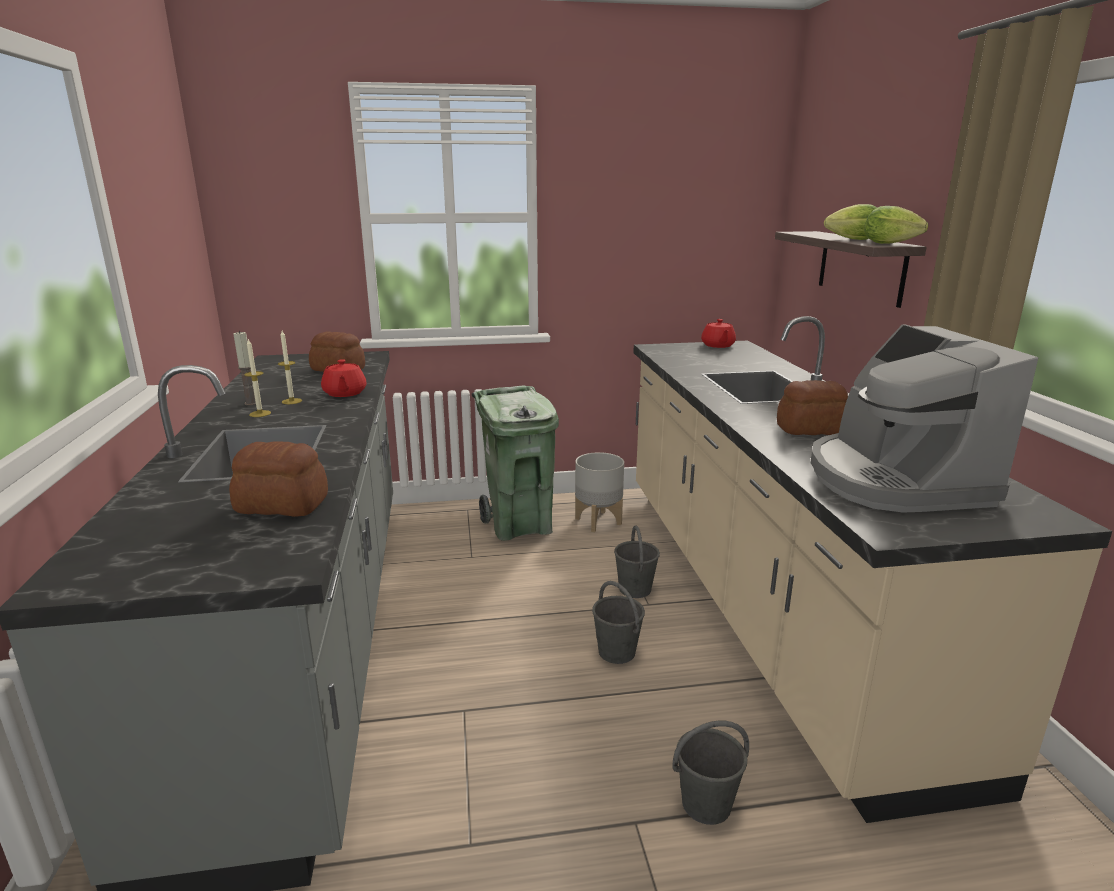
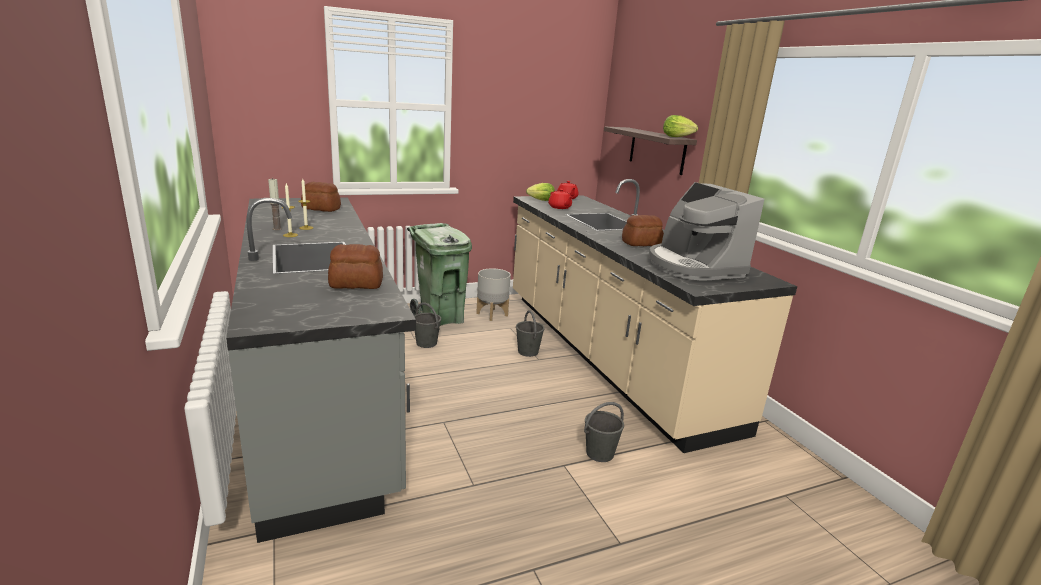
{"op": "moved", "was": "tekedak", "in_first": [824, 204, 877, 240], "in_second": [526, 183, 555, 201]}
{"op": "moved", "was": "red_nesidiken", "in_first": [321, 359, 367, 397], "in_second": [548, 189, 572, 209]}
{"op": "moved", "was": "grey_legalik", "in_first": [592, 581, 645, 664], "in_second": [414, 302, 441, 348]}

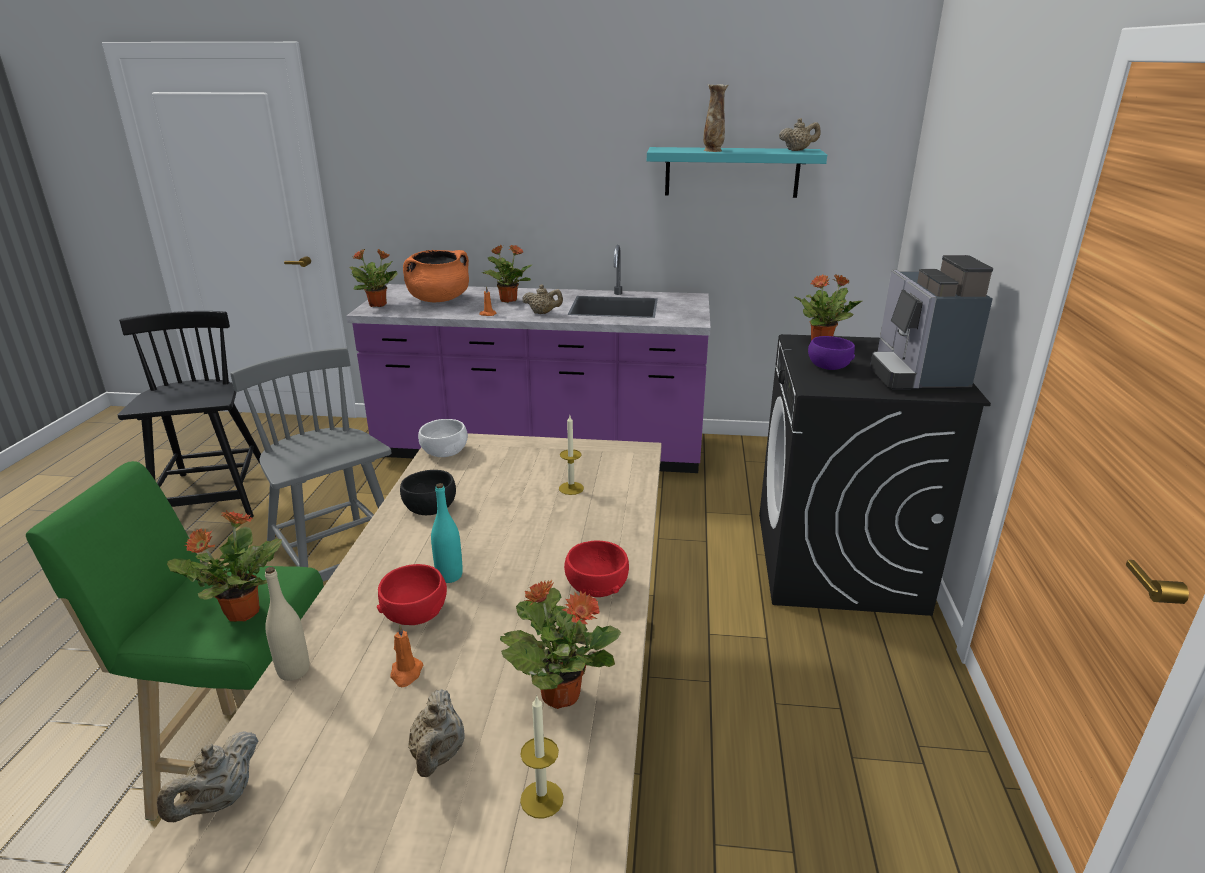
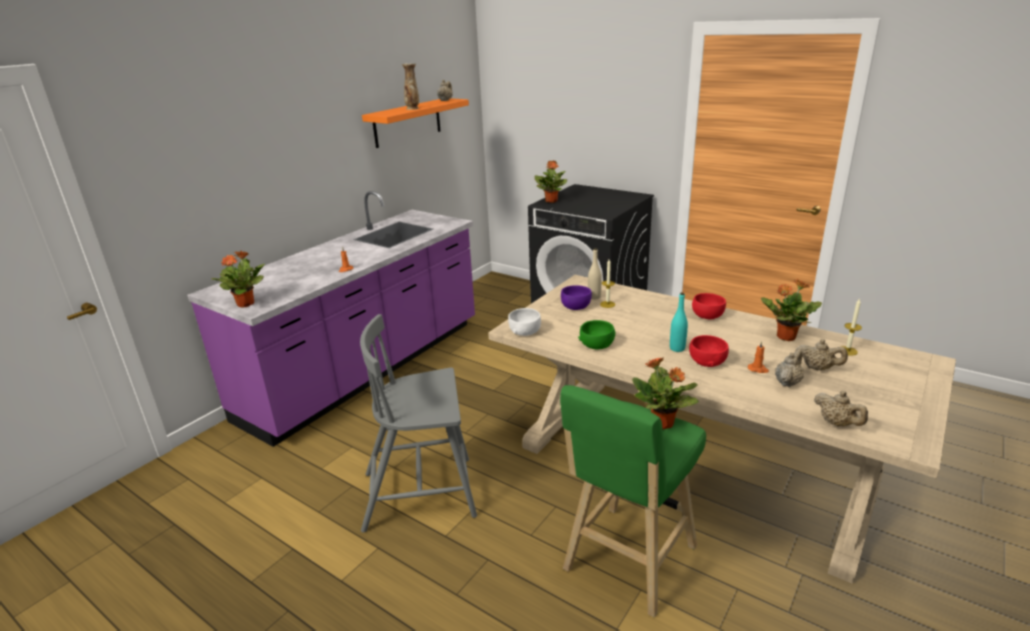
{"op": "recoloured", "was": "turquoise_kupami", "now": "orange_kupami", "in_first": [647, 147, 827, 198], "in_second": [362, 98, 469, 148]}
{"op": "removed", "was": "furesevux", "in_first": [481, 244, 533, 303]}
{"op": "removed", "was": "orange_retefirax", "in_first": [403, 250, 469, 302]}
{"op": "removed", "was": "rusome", "in_first": [870, 255, 993, 389]}
{"op": "moved", "was": "beige_nesidiken", "in_first": [522, 284, 563, 314], "in_second": [775, 349, 804, 387]}
{"op": "removed", "was": "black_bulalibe", "in_first": [118, 311, 261, 518]}
{"op": "moved", "was": "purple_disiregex", "in_first": [808, 336, 855, 370], "in_second": [561, 285, 592, 310]}
{"op": "recoloured", "was": "black_disiregex", "now": "green_disiregex", "in_first": [400, 470, 456, 515], "in_second": [578, 320, 615, 349]}
{"op": "moved", "was": "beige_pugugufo", "in_first": [265, 567, 309, 681], "in_second": [588, 248, 602, 300]}

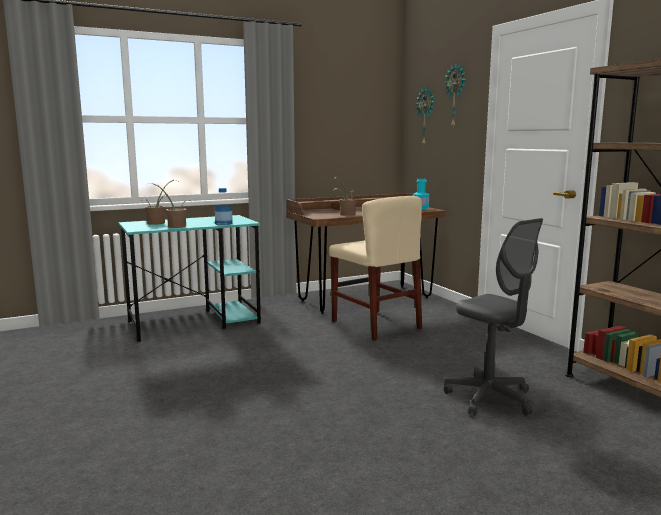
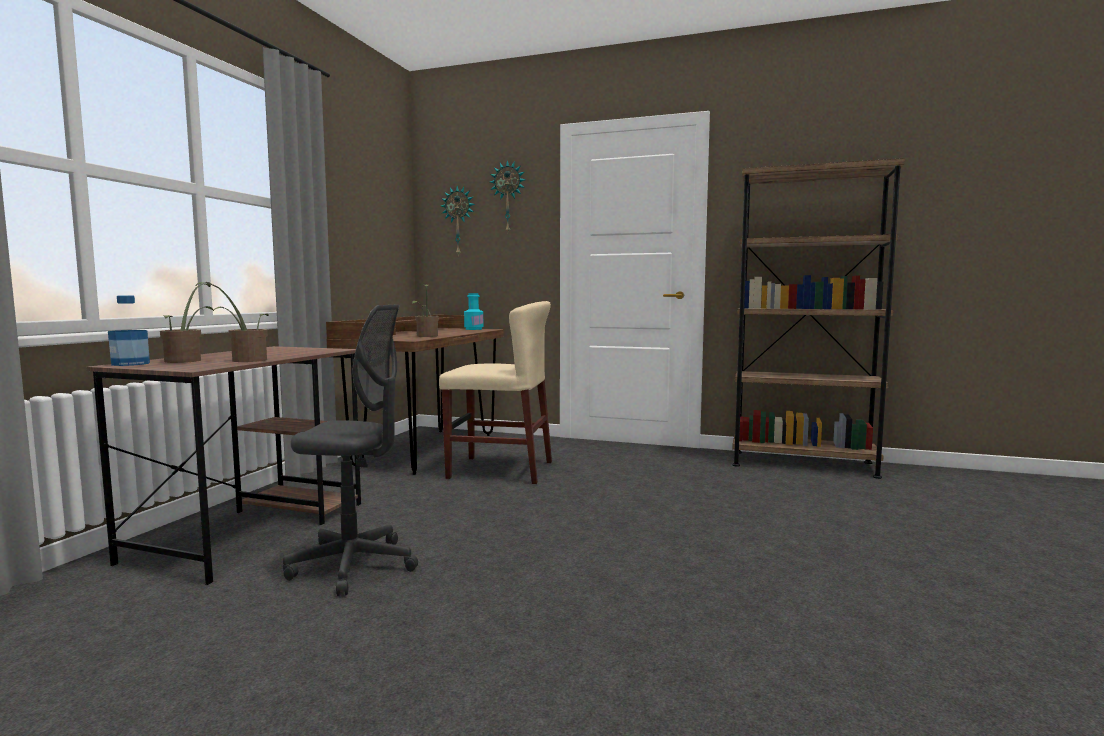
{"op": "moved", "was": "pugugufo", "in_first": [215, 188, 233, 225], "in_second": [108, 296, 150, 366]}
{"op": "recoloured", "was": "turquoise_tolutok", "now": "brown_tolutok", "in_first": [119, 215, 261, 342], "in_second": [86, 346, 361, 585]}
{"op": "moved", "was": "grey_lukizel", "in_first": [444, 218, 543, 416], "in_second": [283, 305, 418, 596]}

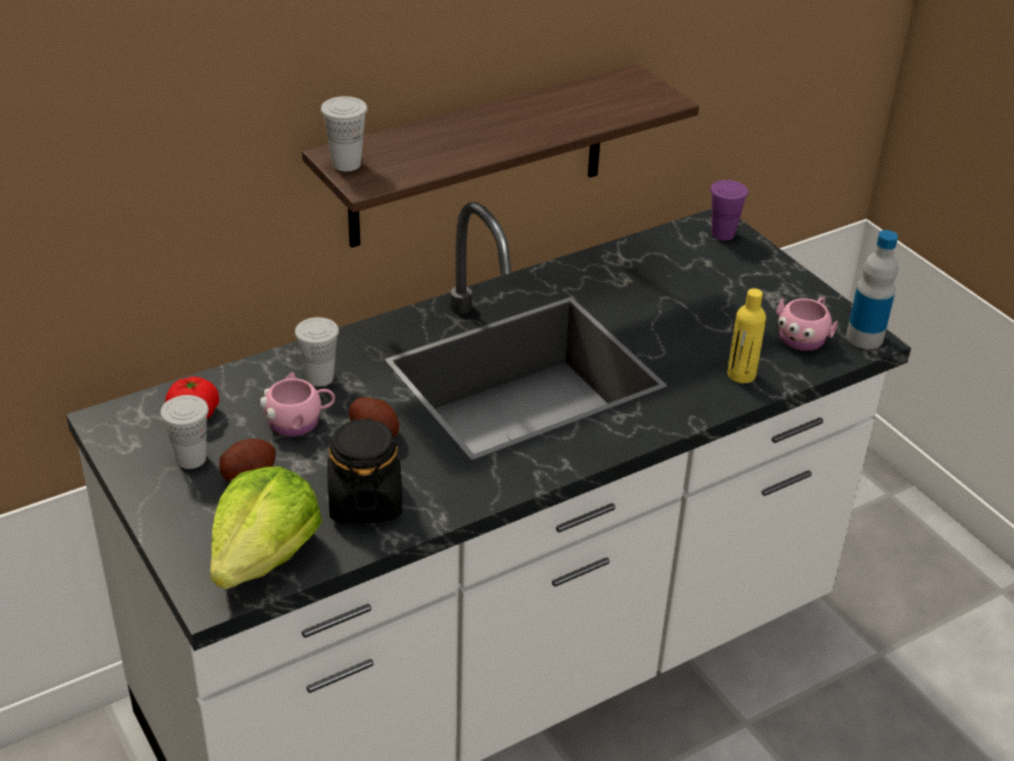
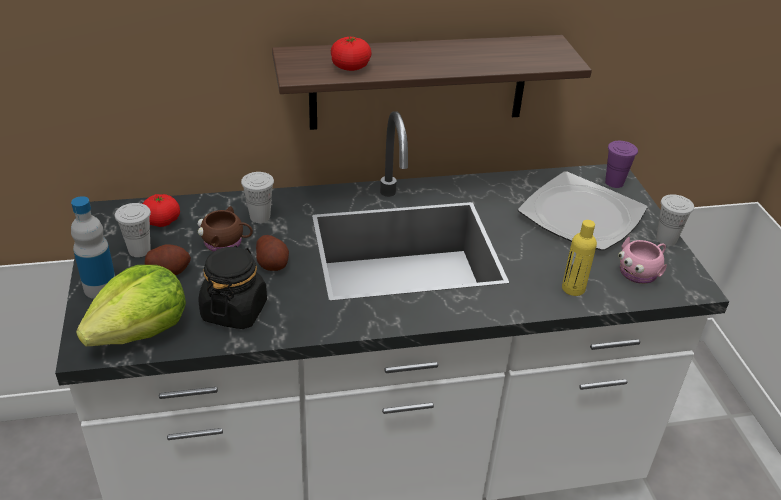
{"op": "moved", "was": "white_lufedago", "in_first": [321, 96, 368, 171], "in_second": [656, 194, 694, 246]}
{"op": "moved", "was": "pugugufo", "in_first": [846, 230, 898, 349], "in_second": [71, 196, 115, 299]}
{"op": "recoloured", "was": "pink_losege", "now": "brown_losege", "in_first": [259, 372, 335, 436], "in_second": [197, 206, 253, 252]}
{"op": "added", "now": "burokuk", "in_second": [331, 37, 371, 71]}
{"op": "added", "now": "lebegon", "in_second": [518, 171, 648, 251]}

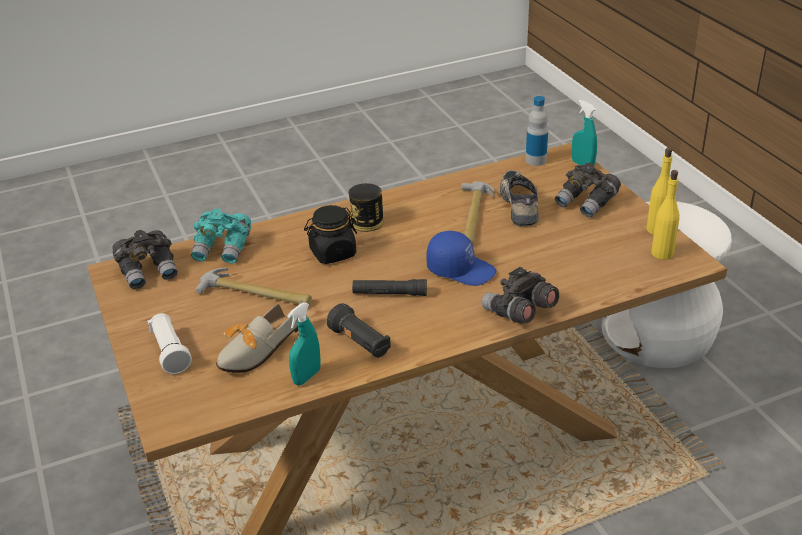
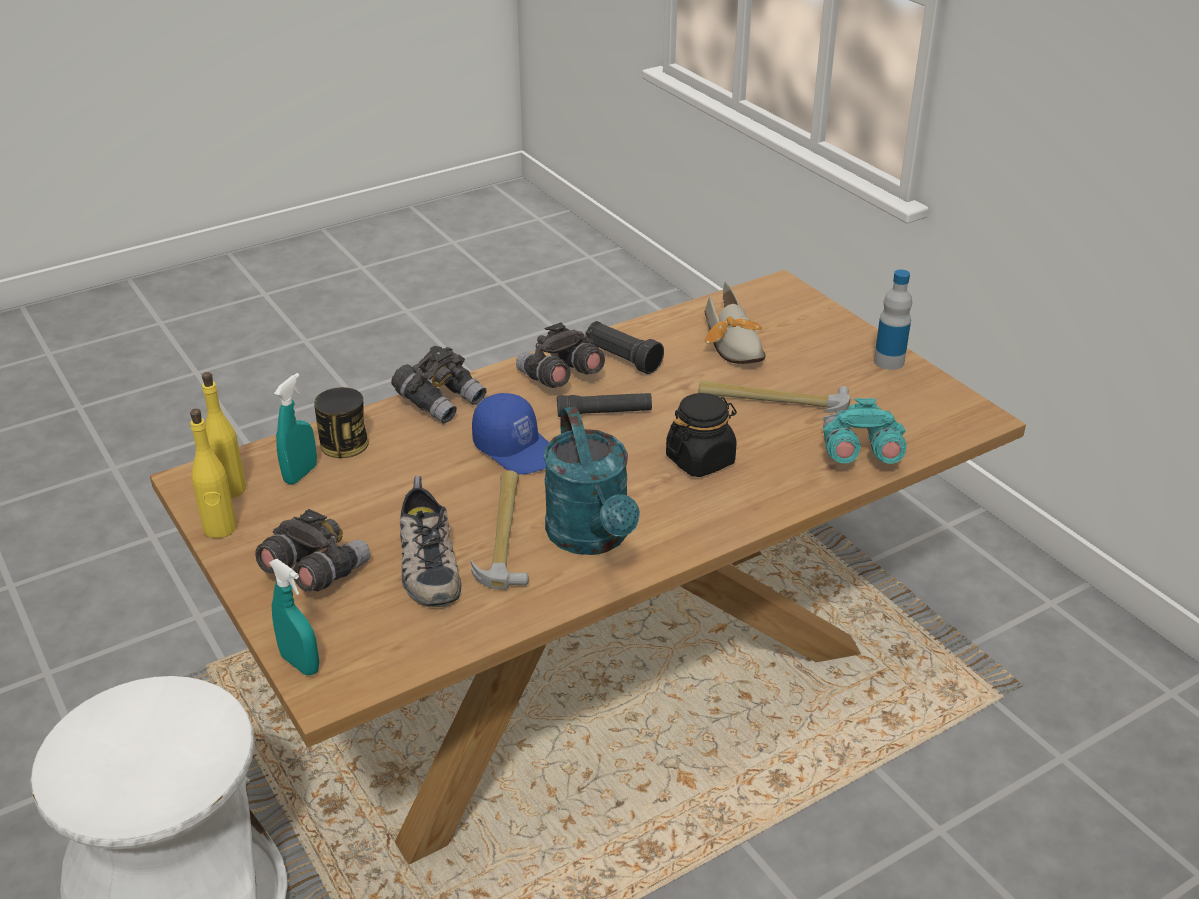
{"op": "moved", "was": "pugugufo", "in_first": [526, 96, 548, 166], "in_second": [874, 269, 912, 370]}
{"op": "moved", "was": "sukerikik", "in_first": [348, 183, 383, 232], "in_second": [314, 387, 369, 458]}
{"op": "moved", "was": "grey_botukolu", "in_first": [112, 230, 178, 289], "in_second": [516, 322, 605, 388]}
{"op": "turned", "was": "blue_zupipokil", "in_first": [426, 231, 496, 286], "in_second": [472, 393, 549, 475], "clockwise": -150}
{"op": "turned", "was": "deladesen", "in_first": [216, 300, 307, 373], "in_second": [704, 281, 766, 364], "clockwise": 135}
{"op": "moved", "was": "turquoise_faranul", "in_first": [287, 303, 321, 385], "in_second": [274, 373, 317, 485]}
{"op": "removed", "was": "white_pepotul", "in_first": [148, 313, 192, 374]}
{"op": "added", "now": "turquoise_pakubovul", "in_second": [543, 406, 640, 555]}

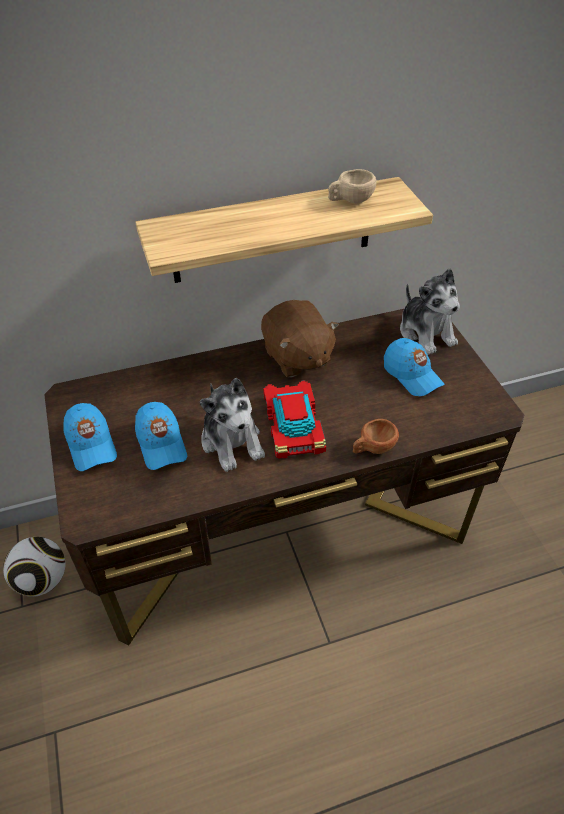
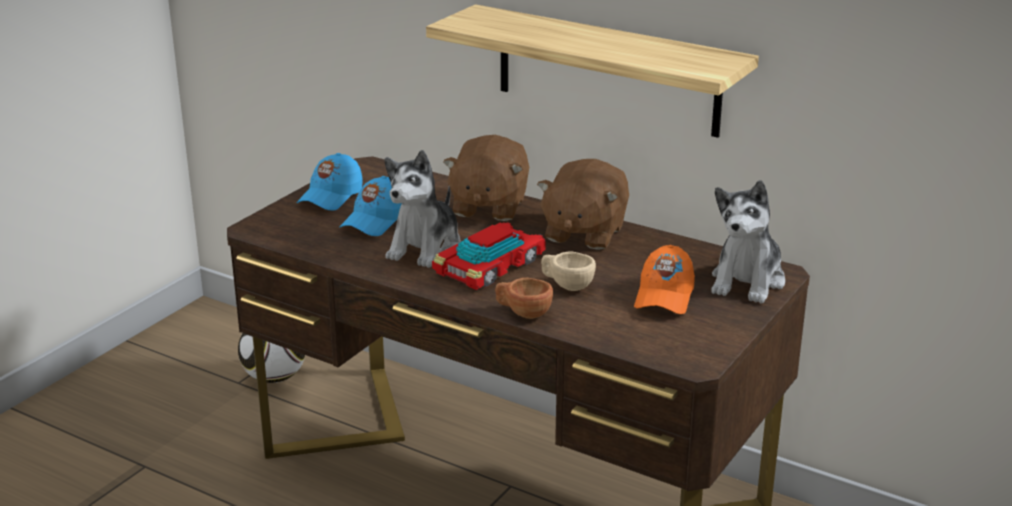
{"op": "moved", "was": "beige_lufedago", "in_first": [328, 169, 377, 204], "in_second": [541, 252, 596, 291]}
{"op": "recoloured", "was": "blue_zupipokil", "now": "orange_zupipokil", "in_first": [384, 338, 445, 396], "in_second": [634, 245, 695, 314]}
{"op": "added", "now": "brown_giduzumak", "in_second": [443, 135, 529, 221]}

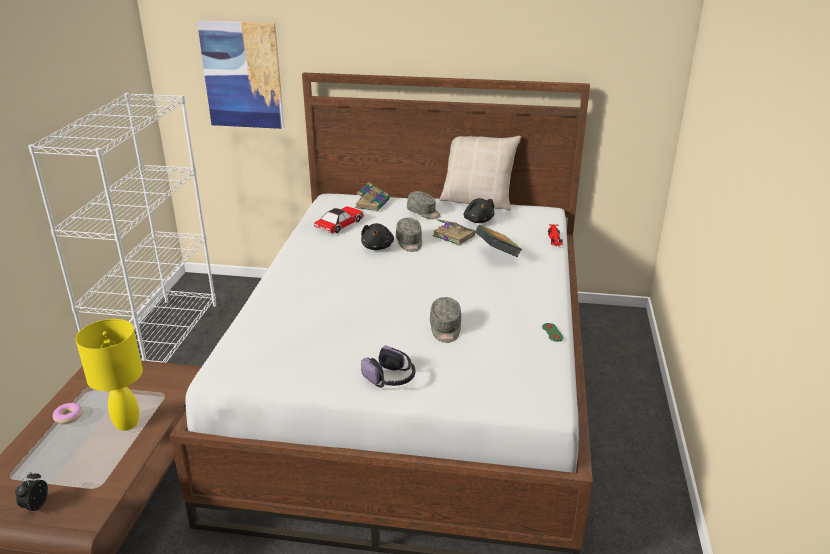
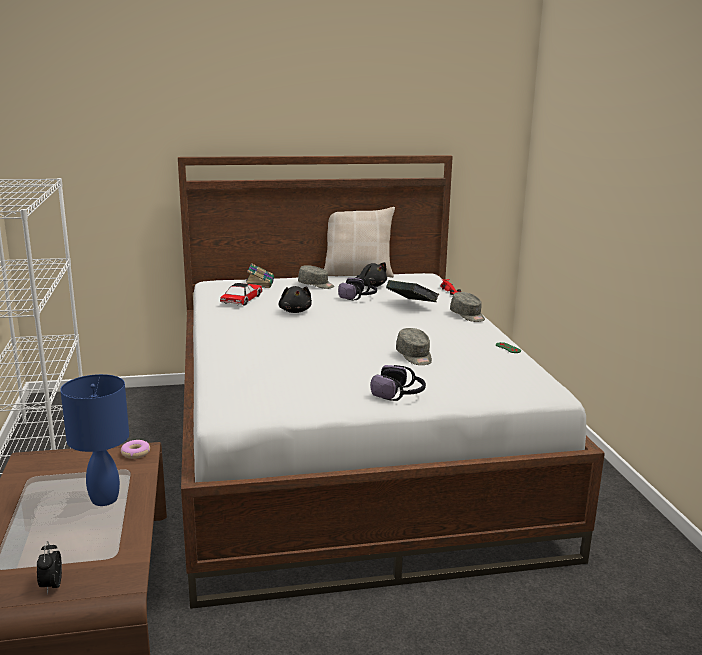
{"op": "removed", "was": "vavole", "in_first": [197, 21, 285, 129]}
{"op": "moved", "was": "grey_zupipokil", "in_first": [396, 218, 422, 252], "in_second": [450, 292, 485, 322]}
{"op": "replaced", "was": "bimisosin", "now": "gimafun", "in_first": [433, 219, 475, 246], "in_second": [338, 277, 377, 300]}
{"op": "recoloured", "was": "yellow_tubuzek", "now": "blue_tubuzek", "in_first": [76, 319, 143, 431], "in_second": [60, 374, 129, 506]}
{"op": "moved", "was": "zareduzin", "in_first": [53, 403, 83, 424], "in_second": [121, 440, 150, 459]}

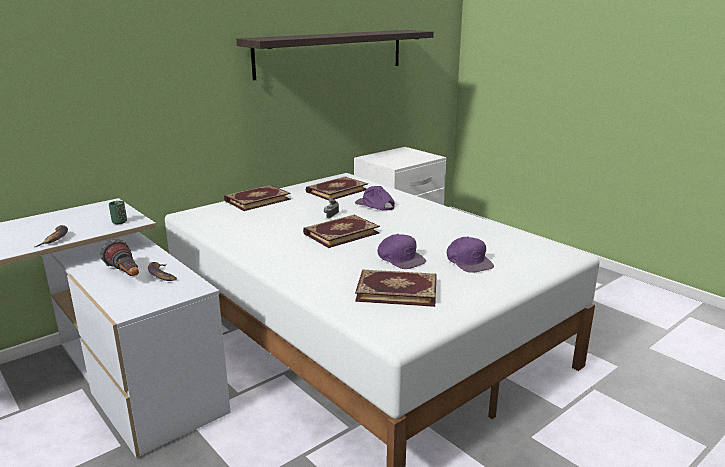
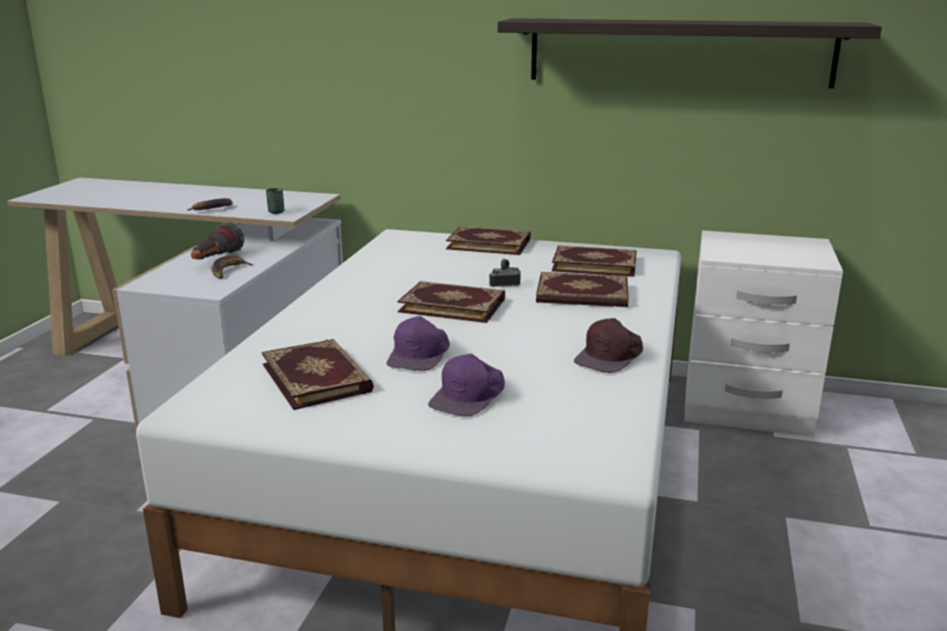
{"op": "replaced", "was": "purple_zupipokil", "now": "bimisosin", "in_first": [355, 186, 395, 210], "in_second": [536, 272, 628, 307]}
{"op": "added", "now": "brown_zupipokil", "in_second": [574, 318, 643, 373]}

